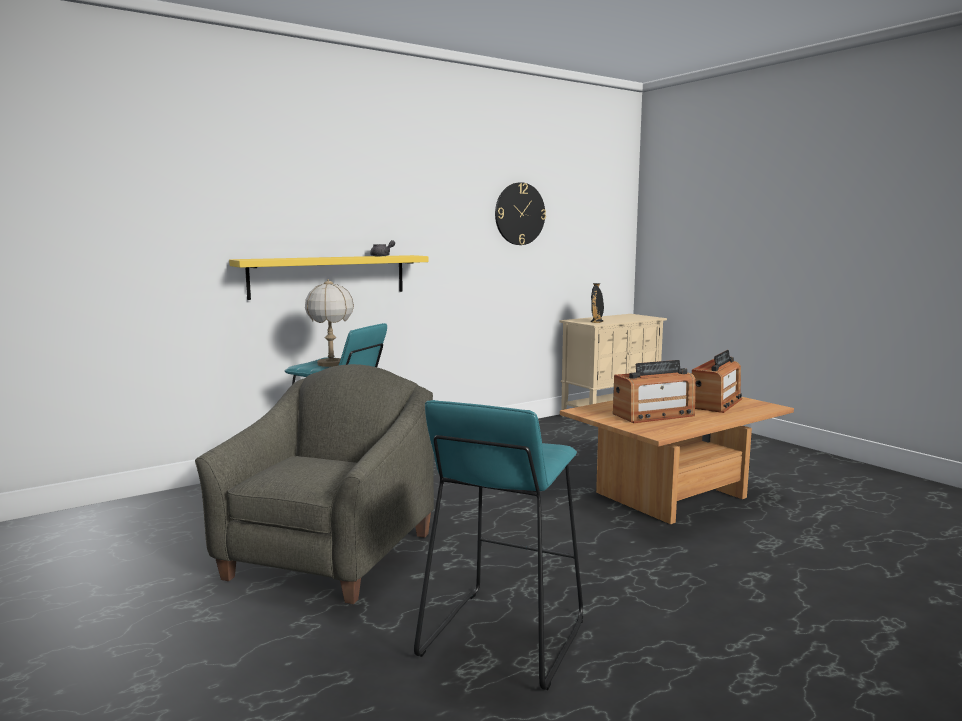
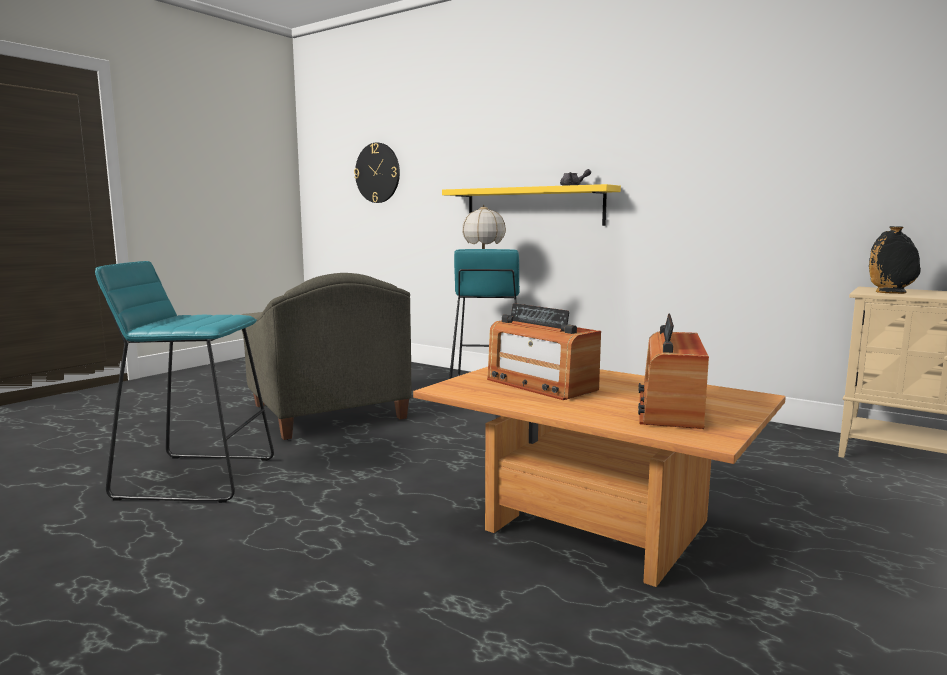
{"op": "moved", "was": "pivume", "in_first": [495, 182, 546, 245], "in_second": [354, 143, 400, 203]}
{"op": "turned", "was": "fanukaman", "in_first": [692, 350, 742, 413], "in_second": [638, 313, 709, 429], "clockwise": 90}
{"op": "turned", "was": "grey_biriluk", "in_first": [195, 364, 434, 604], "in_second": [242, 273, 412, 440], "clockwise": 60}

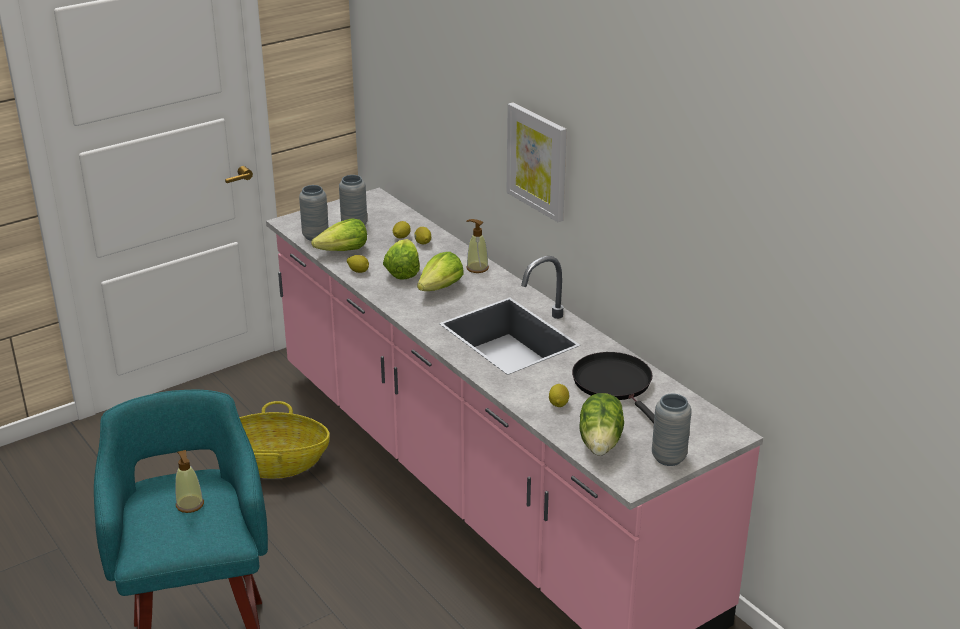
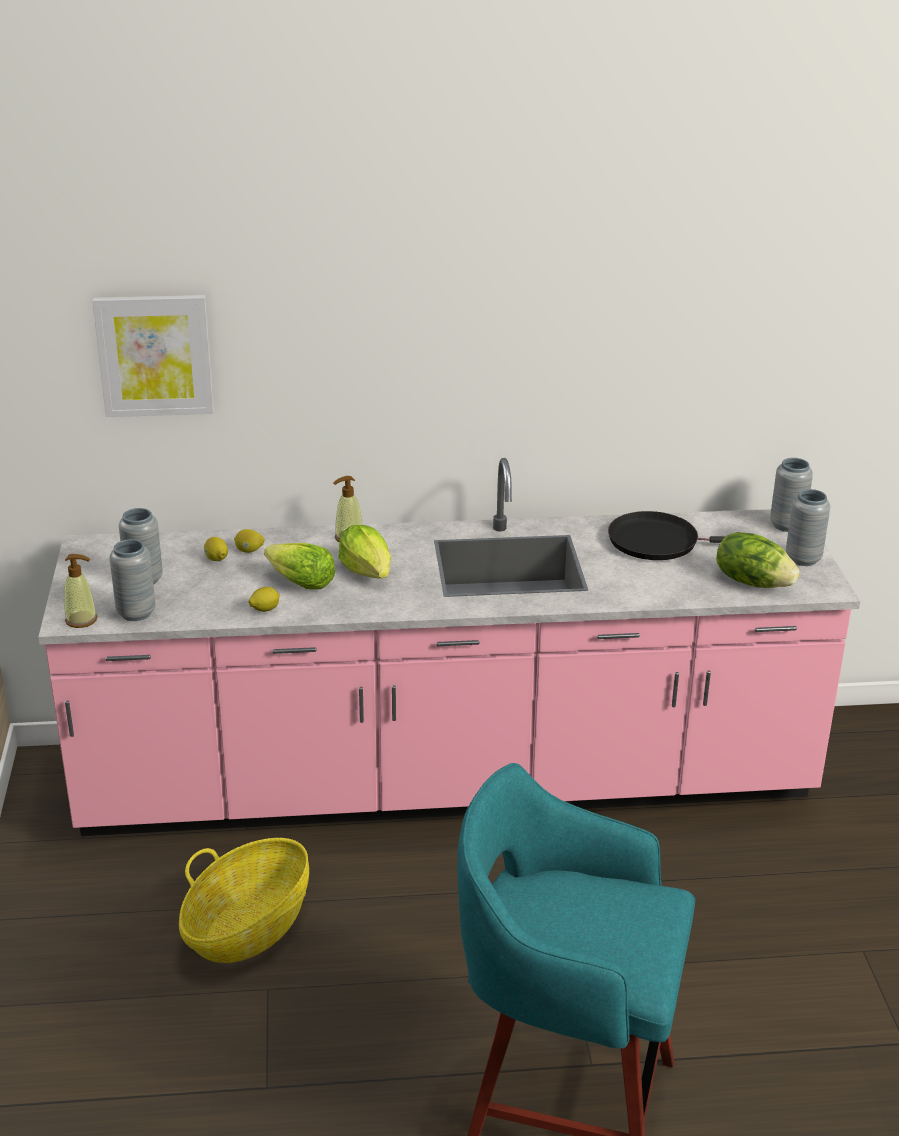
{"op": "moved", "was": "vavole", "in_first": [507, 102, 567, 222], "in_second": [92, 295, 214, 417]}
{"op": "removed", "was": "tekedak", "in_first": [311, 219, 367, 251]}
{"op": "removed", "was": "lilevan", "in_first": [549, 384, 569, 407]}
{"op": "moved", "was": "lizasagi", "in_first": [175, 450, 204, 513], "in_second": [64, 554, 98, 628]}
{"op": "added", "now": "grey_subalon", "in_second": [770, 458, 813, 532]}

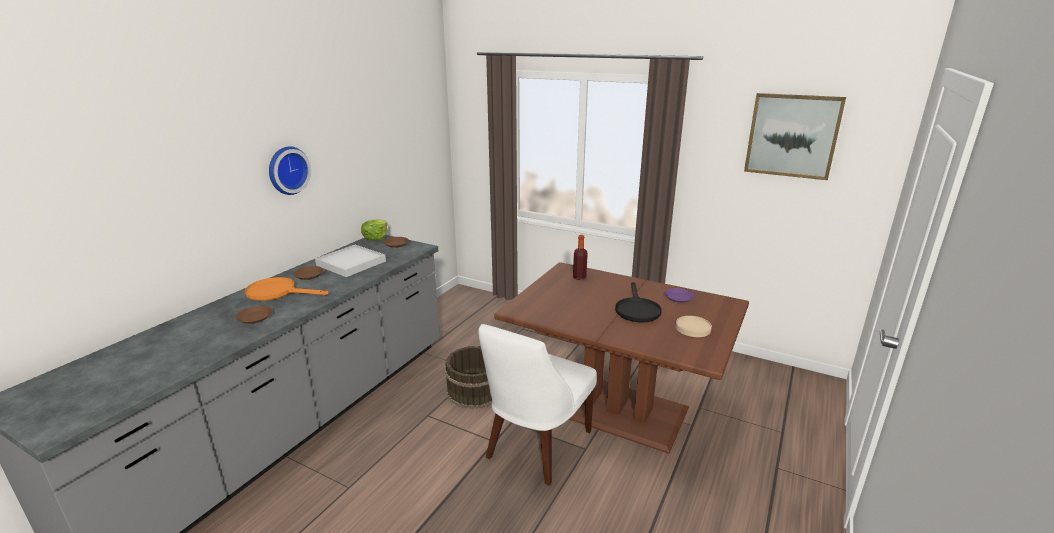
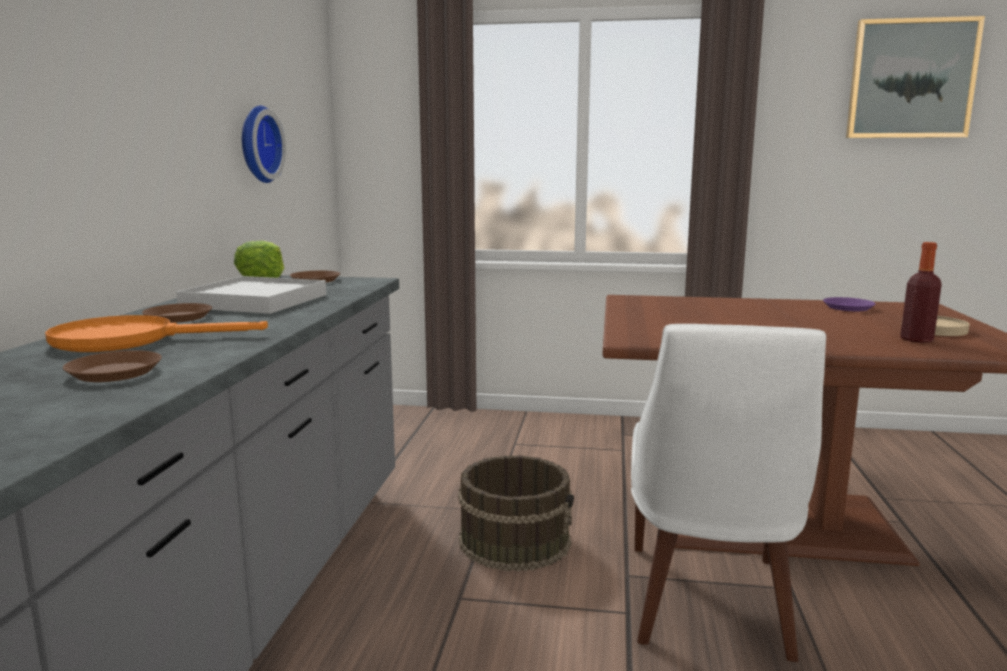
{"op": "moved", "was": "pivume", "in_first": [269, 146, 311, 195], "in_second": [242, 105, 286, 183]}
{"op": "moved", "was": "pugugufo", "in_first": [573, 235, 588, 280], "in_second": [900, 242, 942, 343]}
{"op": "removed", "was": "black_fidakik", "in_first": [615, 282, 662, 322]}

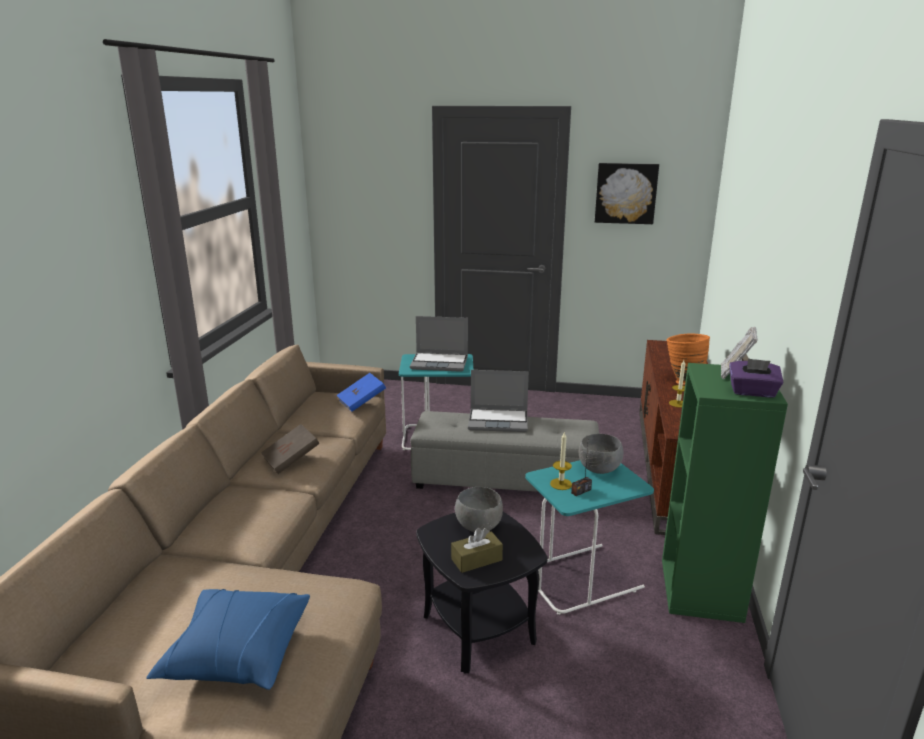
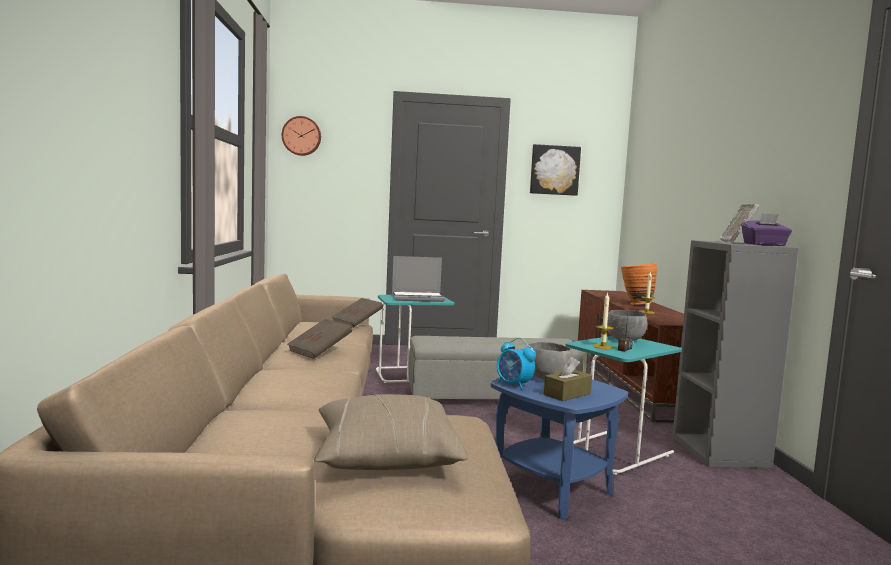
{"op": "recoloured", "was": "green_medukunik", "now": "grey_medukunik", "in_first": [662, 363, 788, 623], "in_second": [672, 240, 798, 468]}
{"op": "removed", "was": "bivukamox", "in_first": [468, 370, 529, 432]}
{"op": "recoloured", "was": "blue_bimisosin", "now": "brown_bimisosin", "in_first": [336, 373, 386, 412], "in_second": [332, 298, 383, 328]}
{"op": "recoloured", "was": "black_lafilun", "now": "blue_lafilun", "in_first": [416, 512, 547, 673], "in_second": [490, 375, 628, 520]}
{"op": "recoloured", "was": "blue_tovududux", "now": "beige_tovududux", "in_first": [146, 589, 310, 690], "in_second": [314, 394, 468, 470]}
{"op": "added", "now": "pivume", "in_second": [282, 116, 321, 156]}
{"op": "added", "now": "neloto", "in_second": [497, 338, 536, 390]}

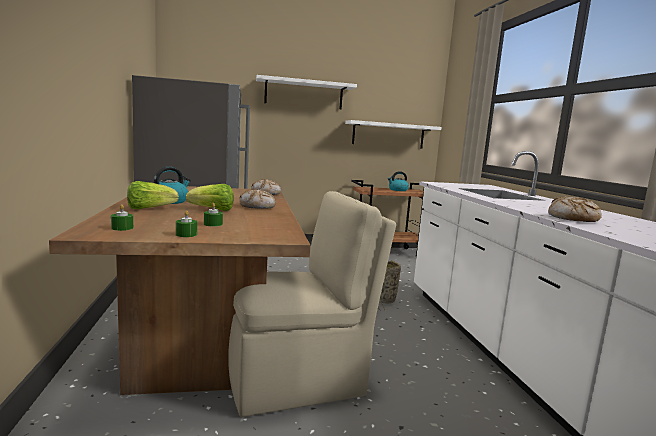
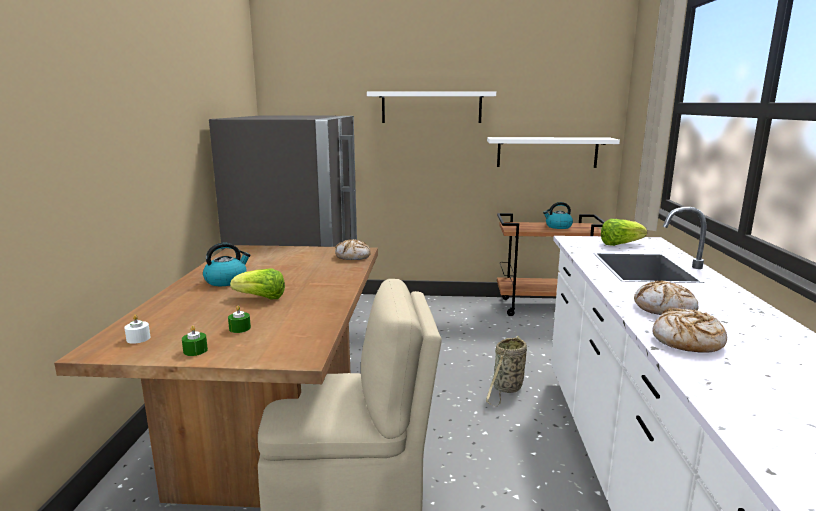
{"op": "moved", "was": "tekedak", "in_first": [127, 181, 179, 209], "in_second": [601, 219, 647, 246]}
{"op": "moved", "was": "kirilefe", "in_first": [239, 189, 276, 209], "in_second": [634, 281, 698, 315]}
{"op": "recoloured", "was": "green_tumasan", "now": "white_tumasan", "in_first": [111, 204, 133, 231], "in_second": [124, 315, 150, 344]}

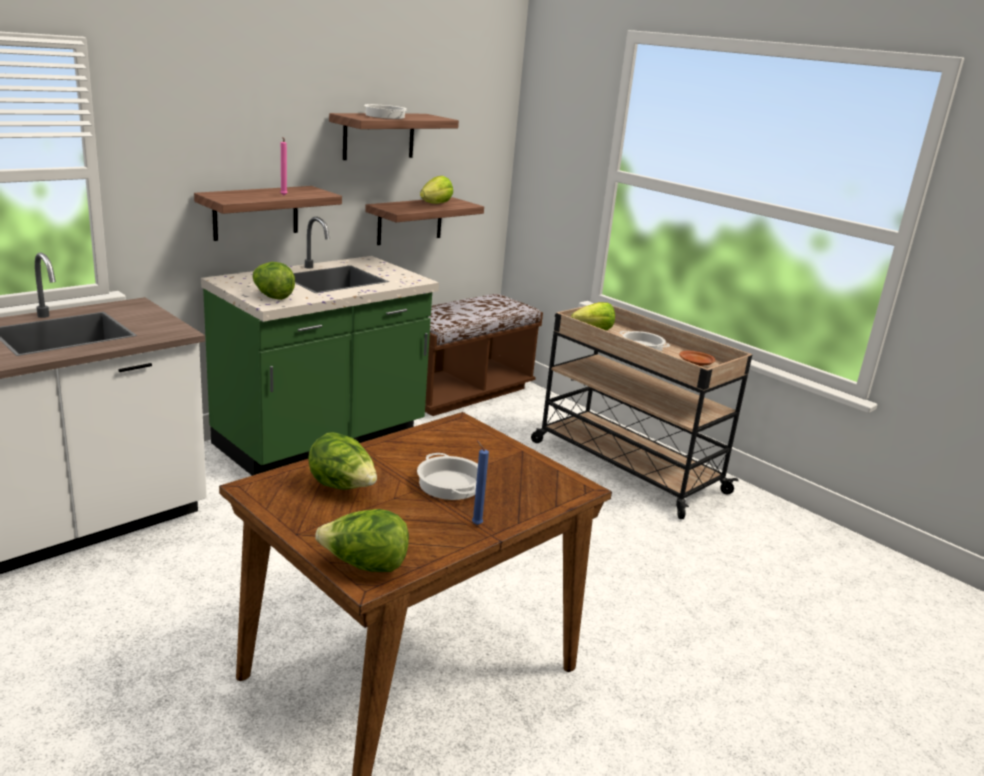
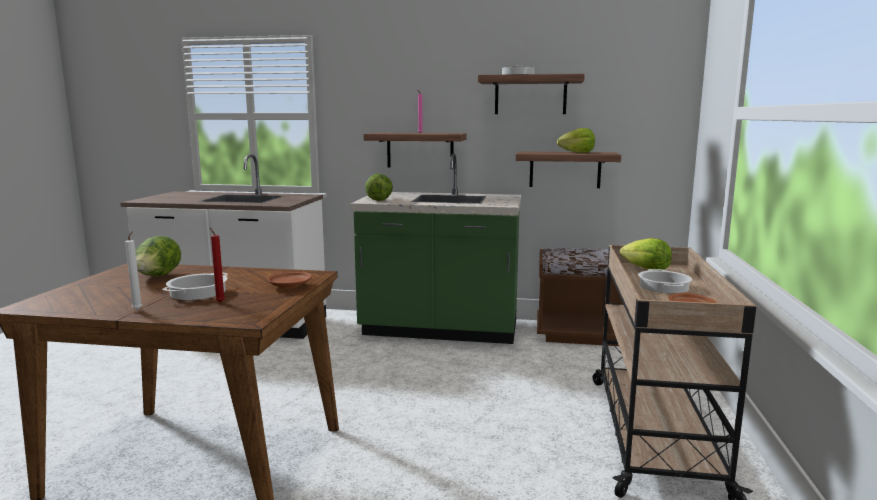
{"op": "recoloured", "was": "blue_tumasan", "now": "white_tumasan", "in_first": [472, 440, 489, 525], "in_second": [125, 232, 143, 310]}
{"op": "removed", "was": "tekedak", "in_first": [315, 509, 409, 572]}
{"op": "added", "now": "red_tumasan", "in_second": [210, 228, 225, 302]}
{"op": "added", "now": "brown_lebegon", "in_second": [267, 271, 312, 288]}

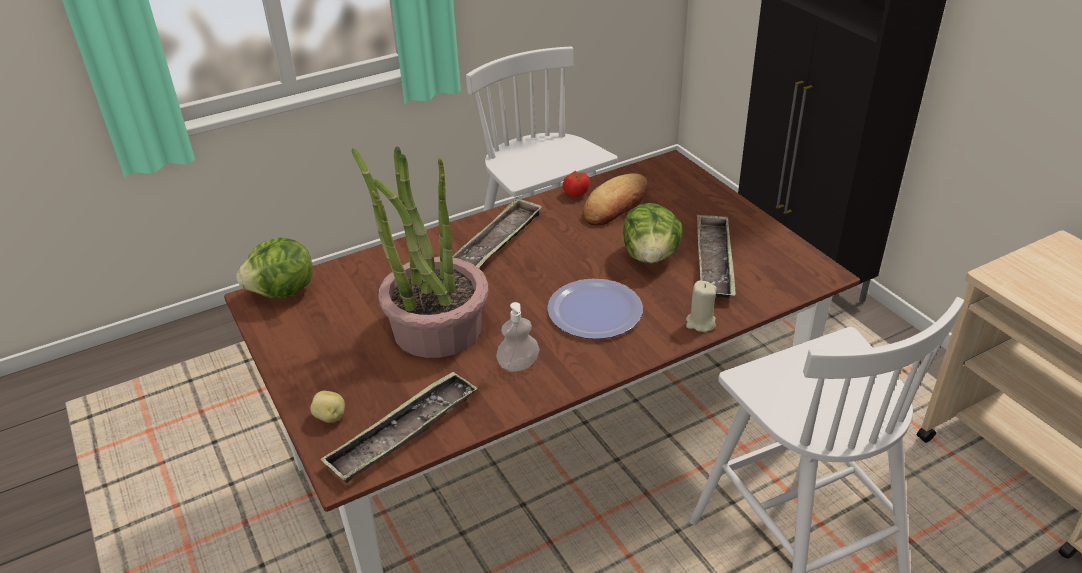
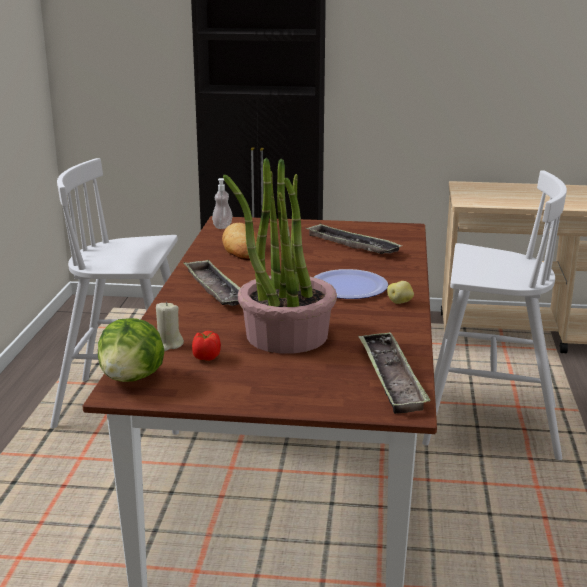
{"op": "moved", "was": "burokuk", "in_first": [563, 171, 590, 197], "in_second": [192, 331, 221, 361]}
{"op": "removed", "was": "tekedak", "in_first": [623, 203, 683, 263]}
{"op": "moved", "was": "beige_tumasan", "in_first": [686, 280, 717, 332], "in_second": [156, 302, 184, 351]}
{"op": "moved", "was": "lizasagi", "in_first": [496, 302, 540, 372], "in_second": [212, 178, 233, 229]}
{"op": "moved", "was": "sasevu", "in_first": [310, 391, 345, 423], "in_second": [387, 281, 414, 304]}

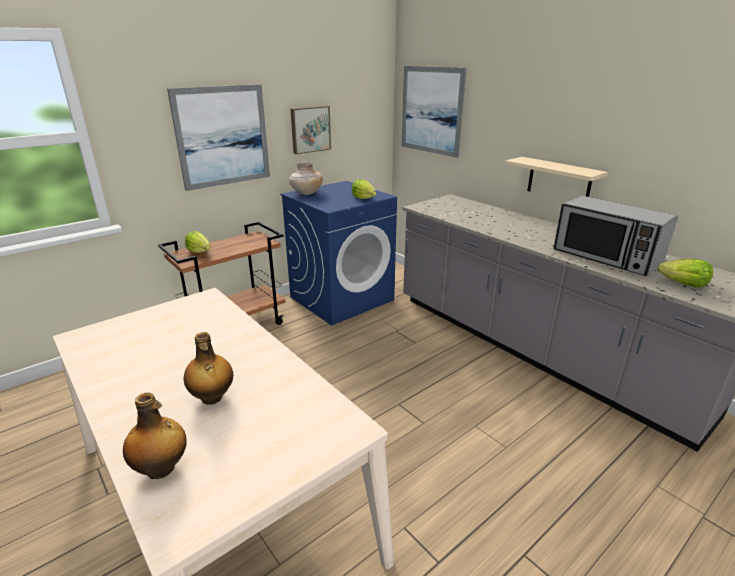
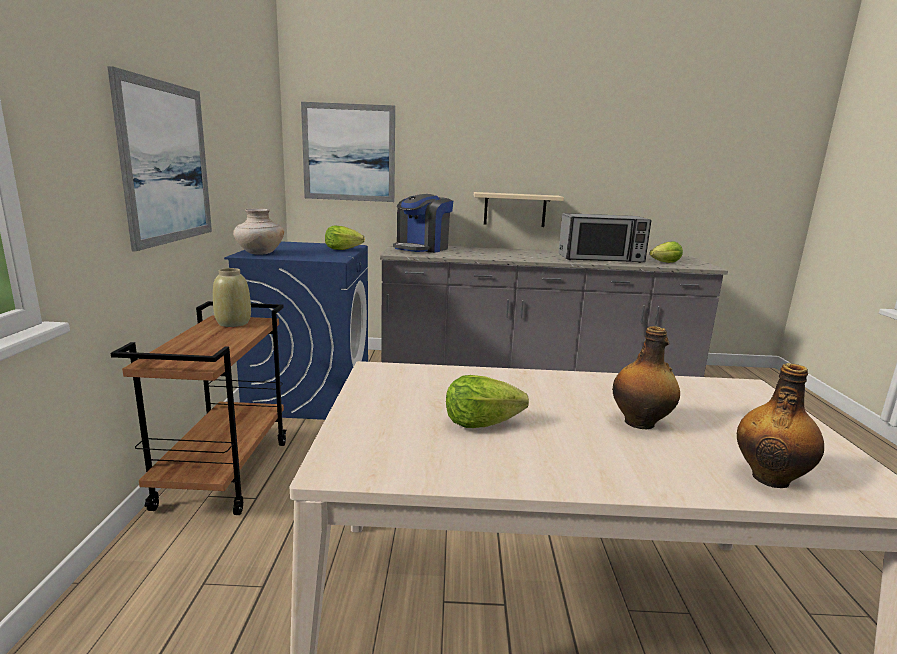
{"op": "removed", "was": "vavole", "in_first": [290, 106, 331, 154]}
{"op": "moved", "was": "tekedak", "in_first": [185, 231, 210, 253], "in_second": [446, 375, 529, 428]}
{"op": "added", "now": "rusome", "in_second": [393, 194, 453, 253]}
{"op": "added", "now": "beige_subalon", "in_second": [213, 268, 251, 327]}

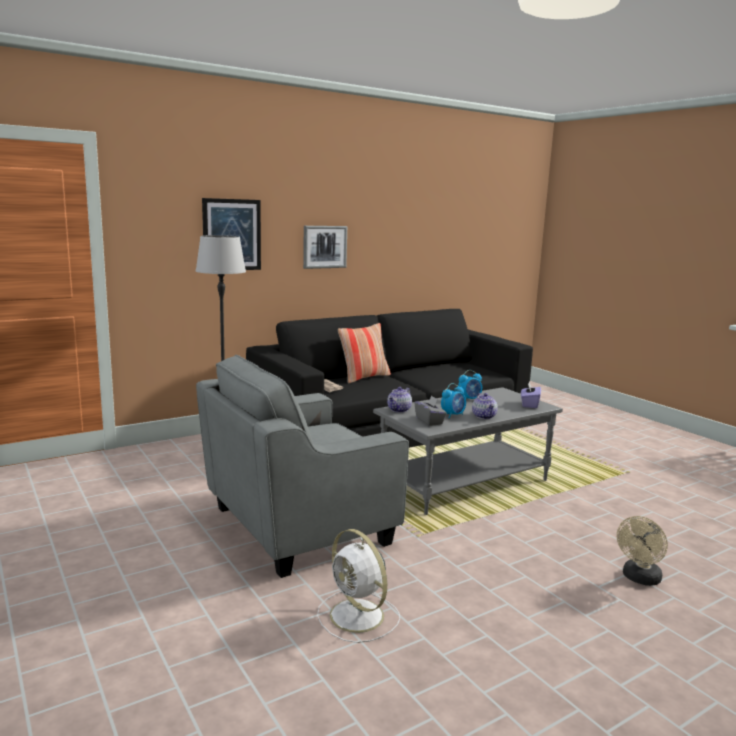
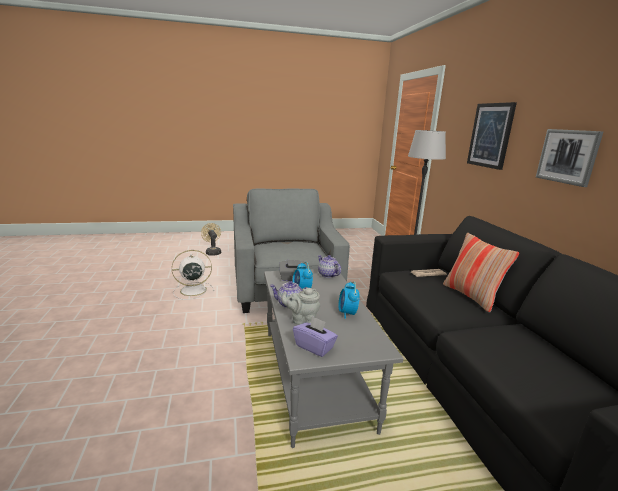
{"op": "moved", "was": "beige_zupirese", "in_first": [617, 516, 668, 586], "in_second": [201, 223, 221, 256]}
{"op": "added", "now": "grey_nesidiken", "in_second": [281, 288, 320, 325]}

